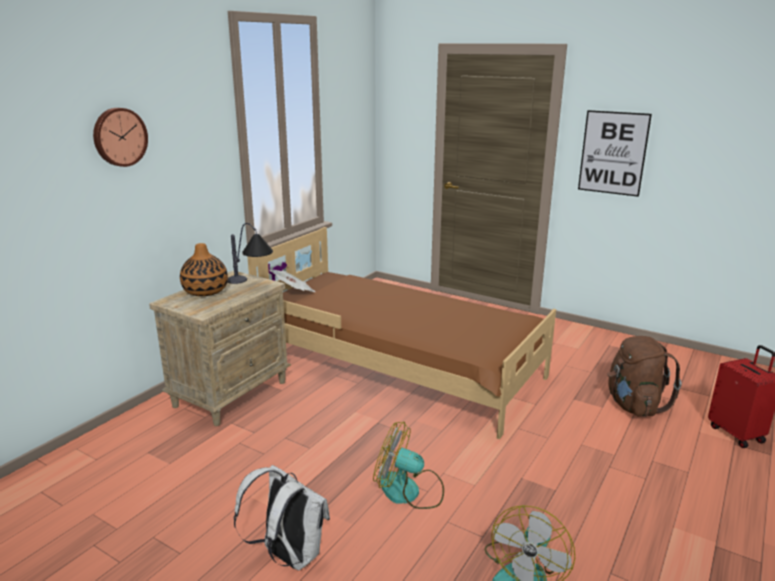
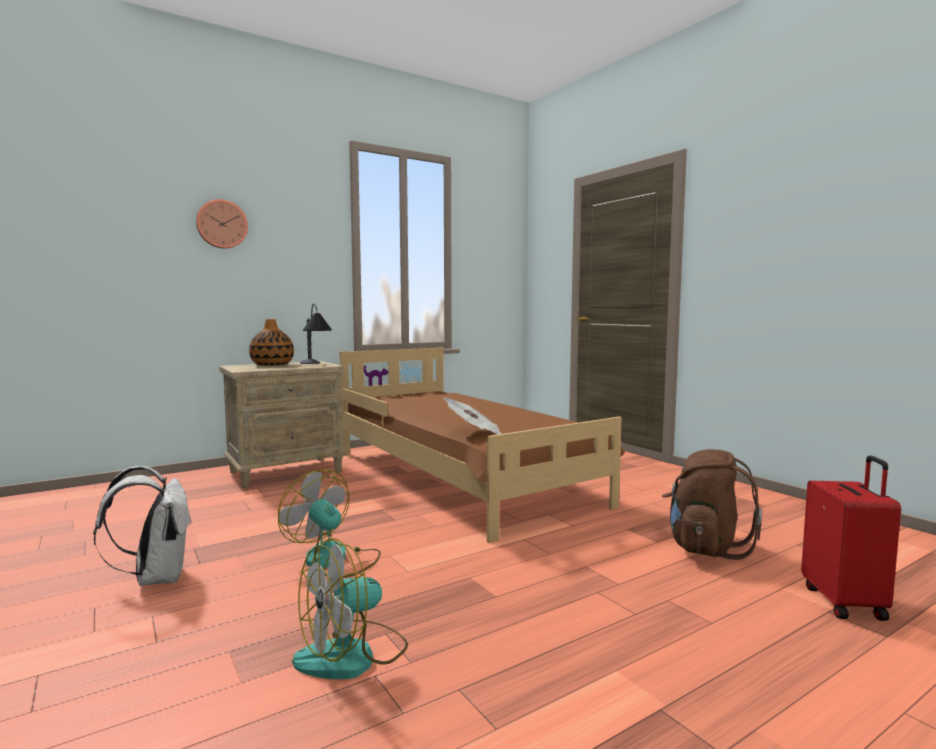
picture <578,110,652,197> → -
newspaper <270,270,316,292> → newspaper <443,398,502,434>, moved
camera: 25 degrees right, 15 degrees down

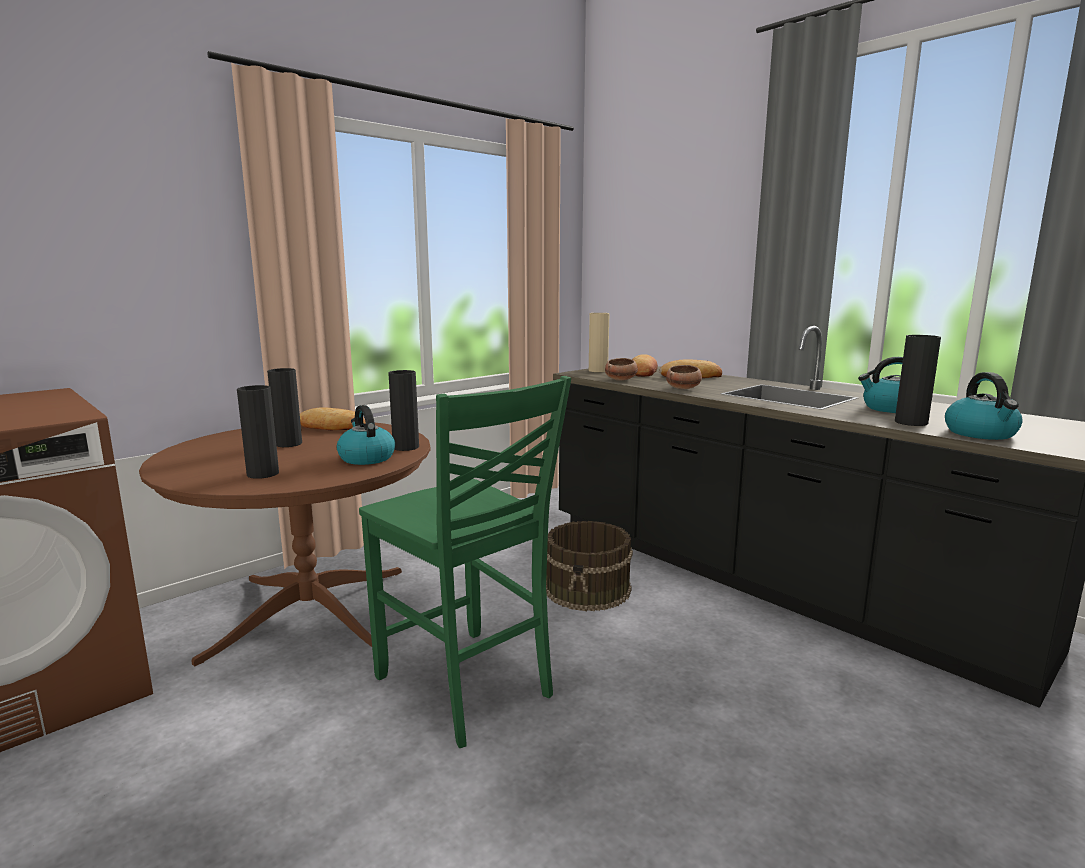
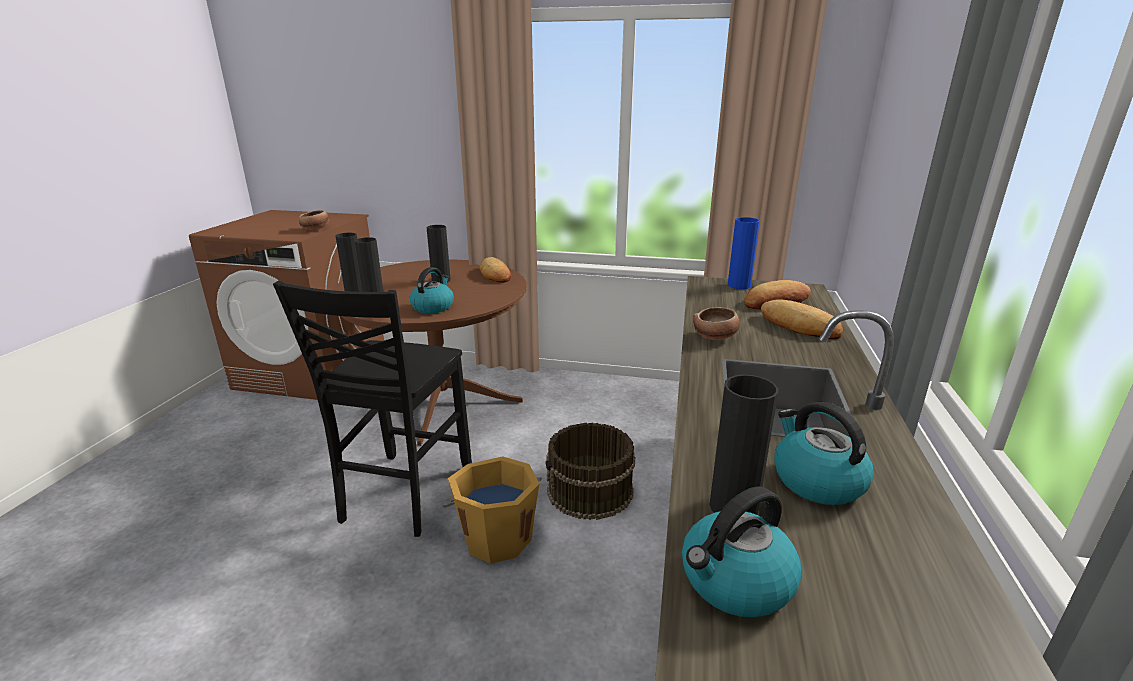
- → orange bucket <441,456,542,564>
black vase <388,370,419,451> → black vase <335,233,362,292>, moved
bowl <605,358,638,381> → bowl <299,210,329,230>, moved
green chair <359,376,571,748> → black chair <273,281,472,537>
beige vase <589,313,609,372> → blue vase <728,217,760,289>
camera: 55 degrees right, 10 degrees up

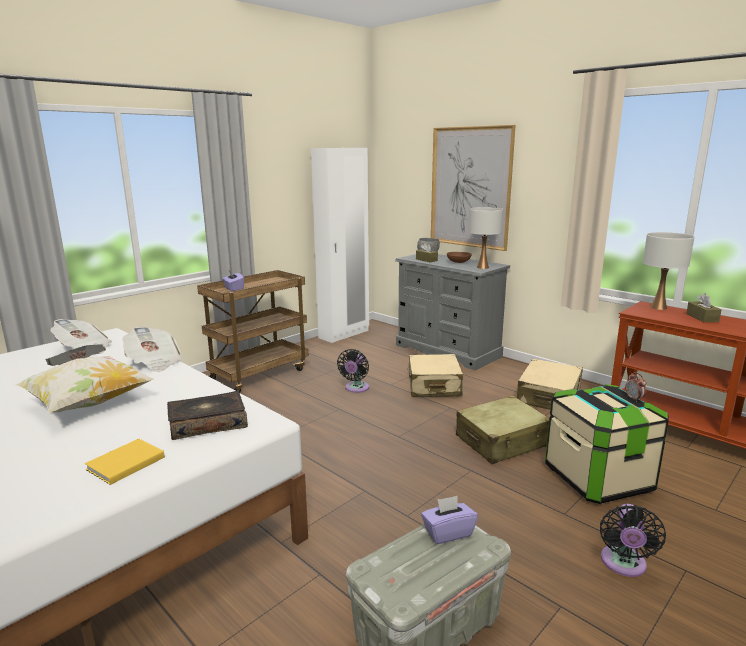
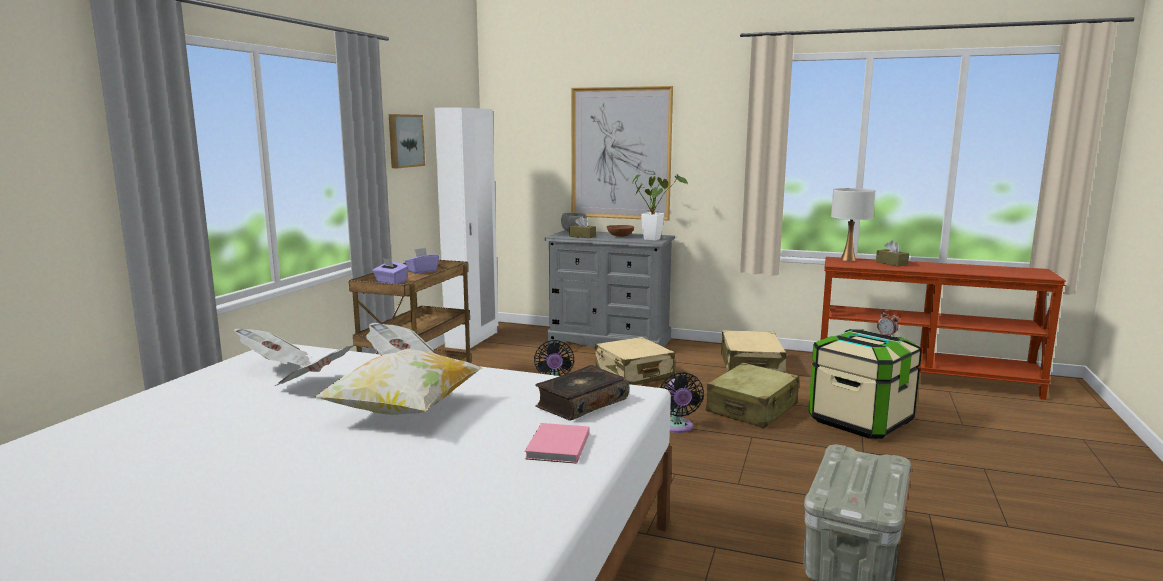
- → picture <389,114,425,168>
purple tissue box <421,496,478,544> → purple tissue box <405,248,439,274>, moved
black fan <600,504,666,577> → black fan <660,372,704,433>, moved
white table lamp <468,207,503,269> → potted plant <632,174,688,241>
yellow book <85,439,165,485> → pink book <525,423,590,464>
camera: 25 degrees left, 5 degrees down

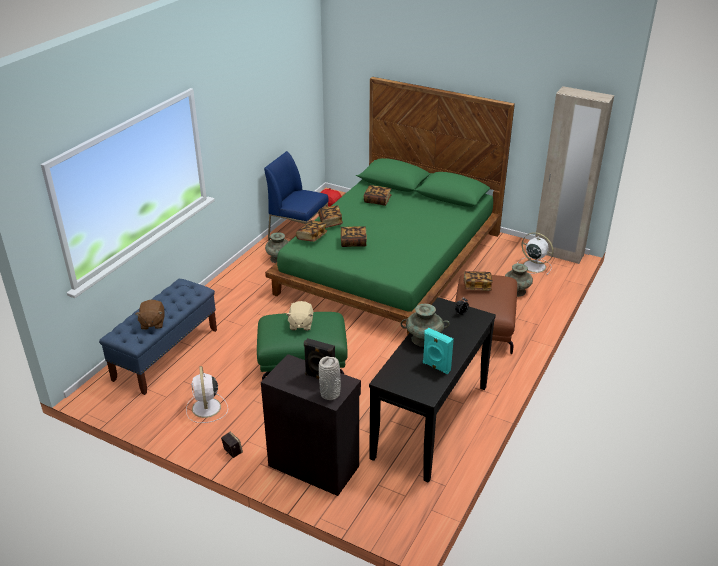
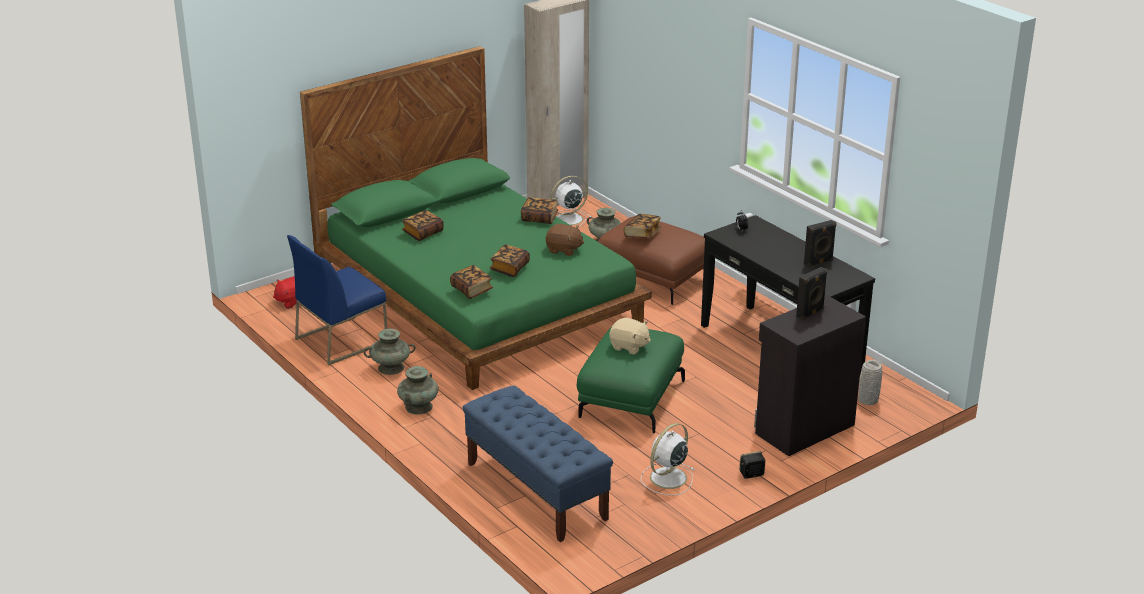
brown plush toy <135,300,164,330> → brown plush toy <546,224,584,256>, moved
book <318,205,343,228> → book <521,197,558,224>, moved
grey vase <319,356,341,400> → grey vase <858,360,882,405>, moved
turquoise vase <401,304,450,347> → turquoise vase <397,366,439,415>, moved
turquoise speaker <423,328,454,375> → black speaker <804,220,837,267>
white fan <186,366,228,423> → white fan <641,423,694,496>, 120 degrees clockwise
camera: 65 degrees left, 5 degrees down

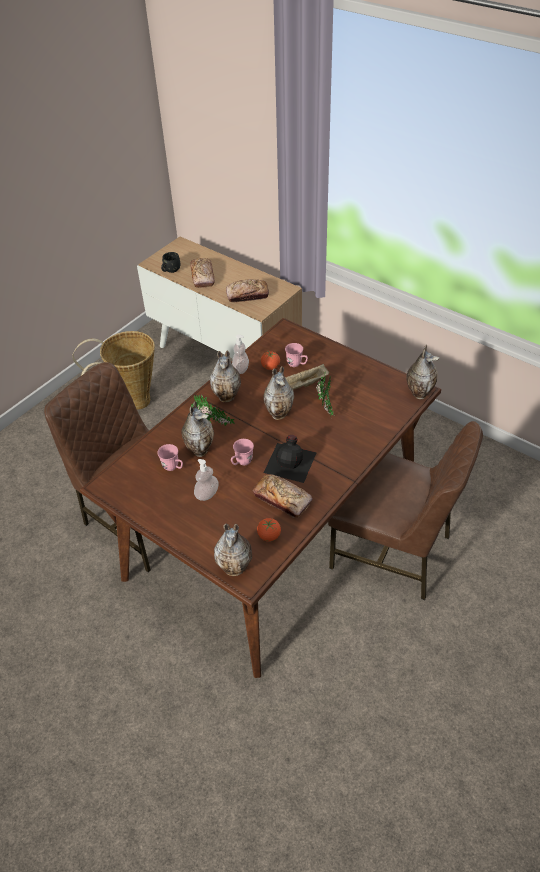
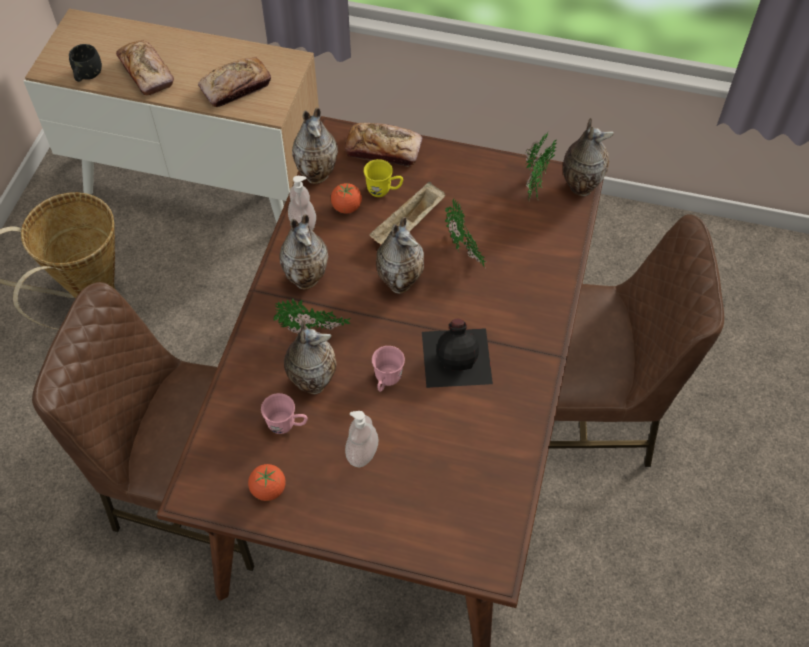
- → potted plant <525,133,557,202>
vase <214,524,252,576> → vase <292,108,338,184>, moved
bread <253,474,313,518> → bread <344,123,422,167>, moved
tomato <257,518,281,542> → tomato <248,464,286,501>, moved
pink mug <285,343,308,367> → yellow mug <364,159,403,197>
camera: 25 degrees left, 10 degrees up

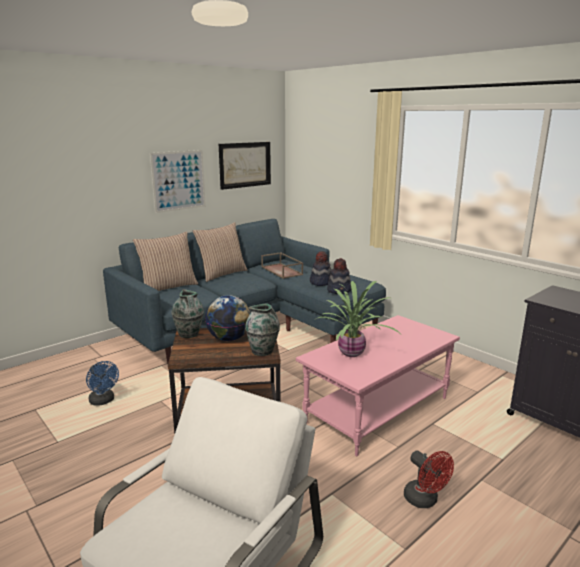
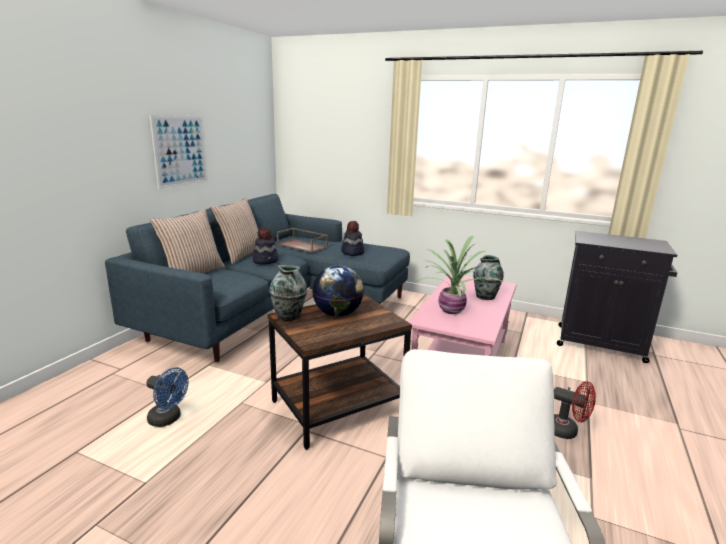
picture <219,142,271,190> → -
vase <245,303,280,356> → vase <473,255,504,300>, moved
hat <327,258,352,294> → hat <253,227,279,265>, moved
camera: 25 degrees left, 0 degrees up

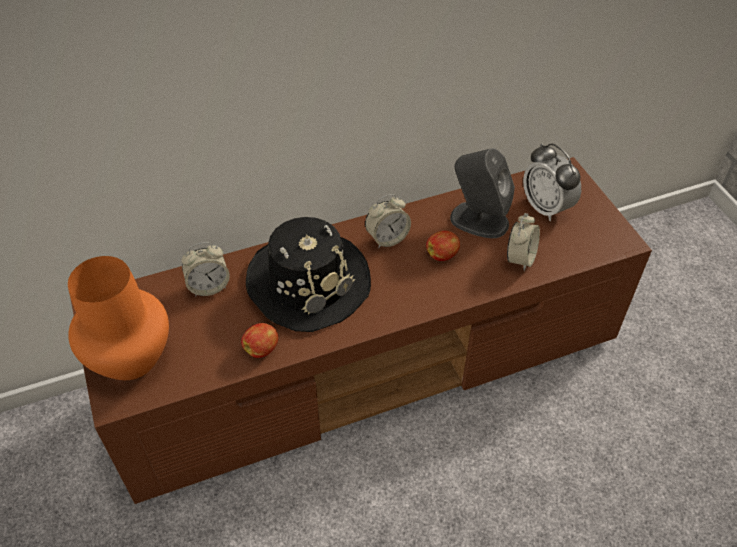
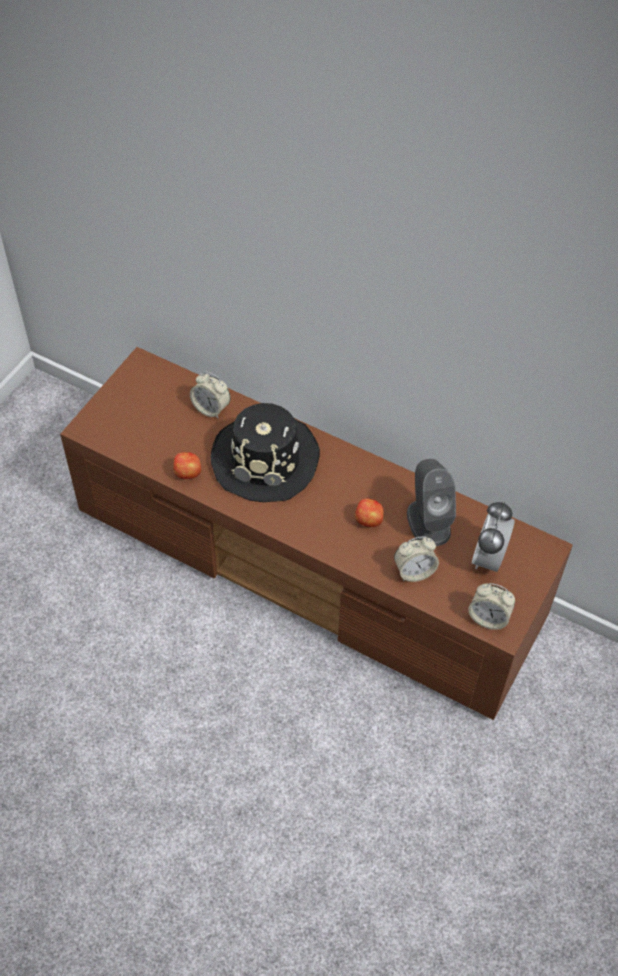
orange vase <68,256,169,380> → -
alarm clock <365,194,411,249> → alarm clock <468,583,515,630>, moved
camera: 50 degrees right, 5 degrees up

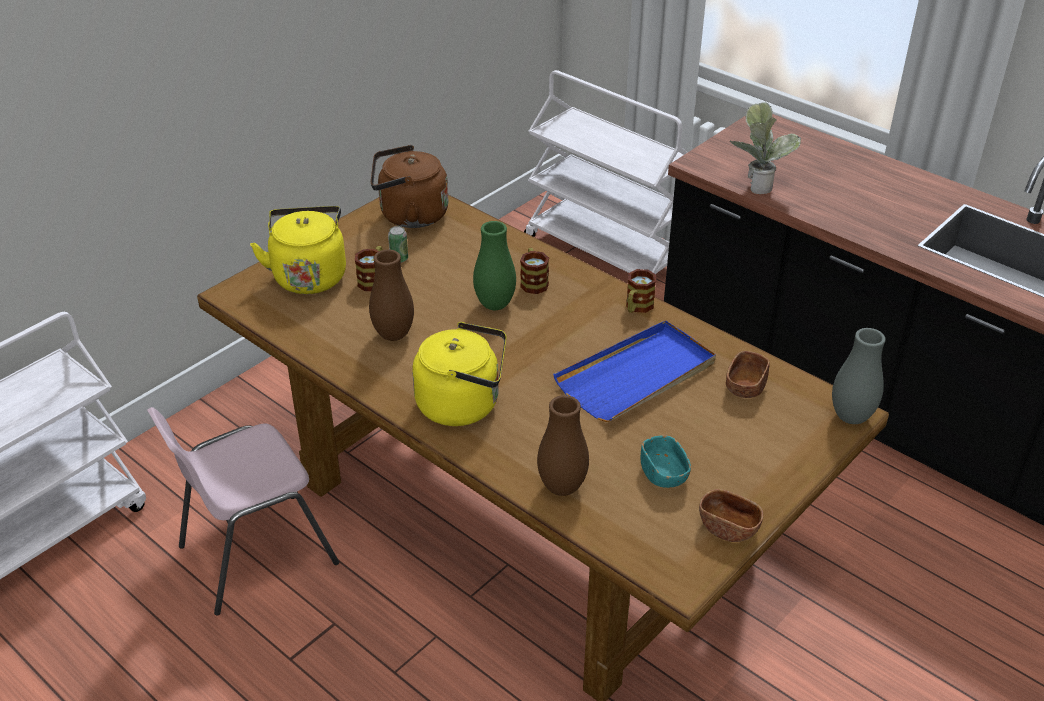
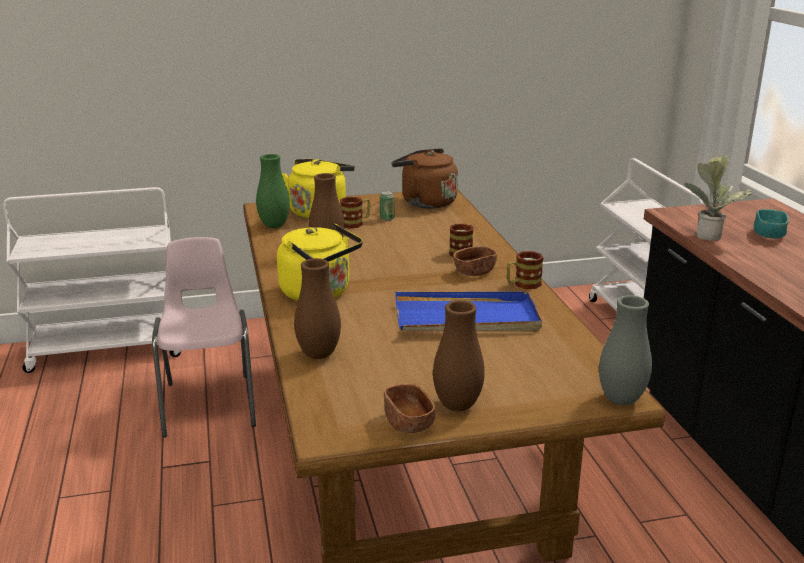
- → brown vase <433,300,485,411>
green vase <473,221,516,310> → green vase <256,154,290,228>, moved
turquoise bowl <641,435,691,488> → turquoise bowl <754,209,789,238>, moved
brown bowl <726,351,770,398> → brown bowl <453,246,497,276>, moved
pink chair <147,407,339,616> → pink chair <152,237,256,437>, 75 degrees clockwise
camera: 35 degrees right, 15 degrees down

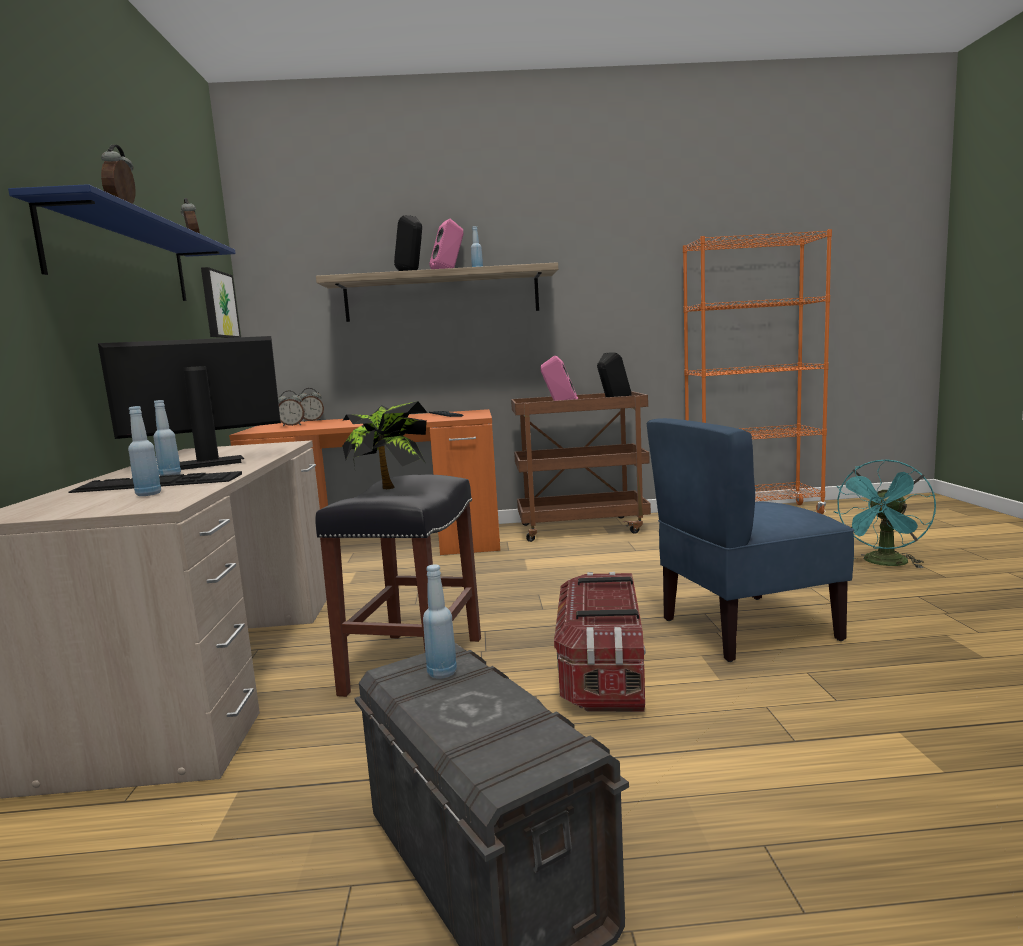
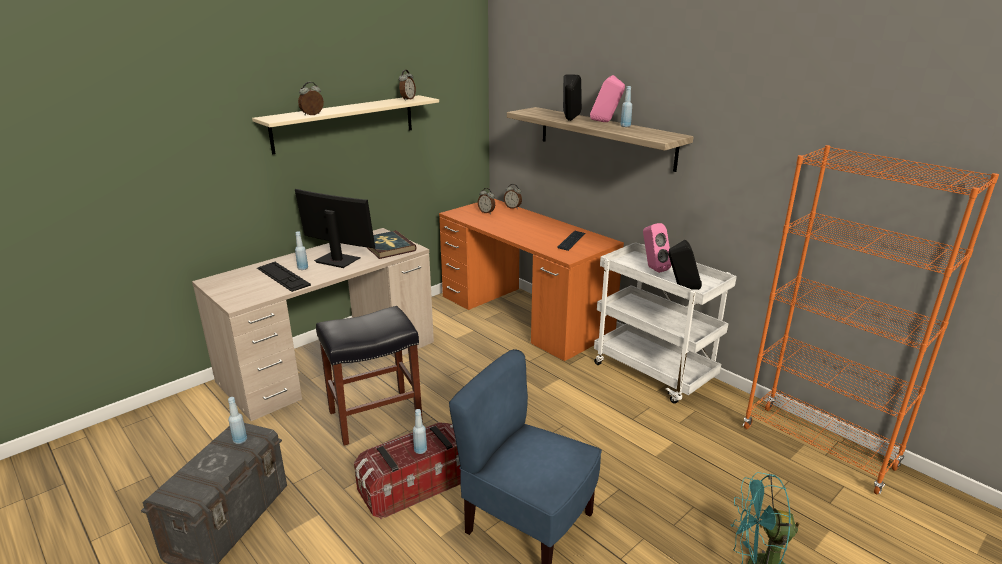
picture <201,267,241,338> → -
potted plant <342,401,427,489> → -
- → book <366,231,417,259>
blue bottle <128,406,161,496> → blue bottle <413,409,427,454>, moved
blue shelf <8,184,236,301> → beige shelf <252,95,439,154>
brown cart <511,391,651,542> → white cart <594,242,737,404>
camera: 50 degrees right, 15 degrees up

